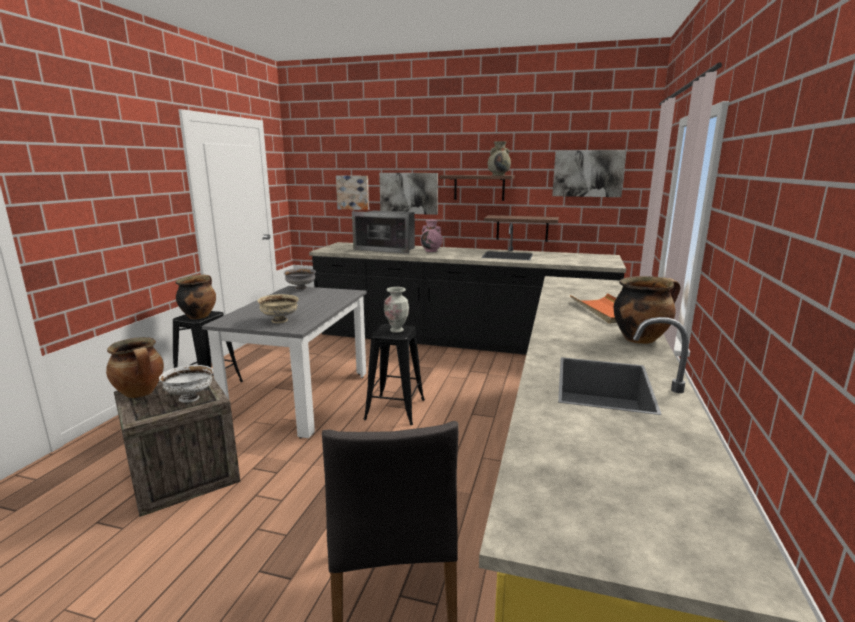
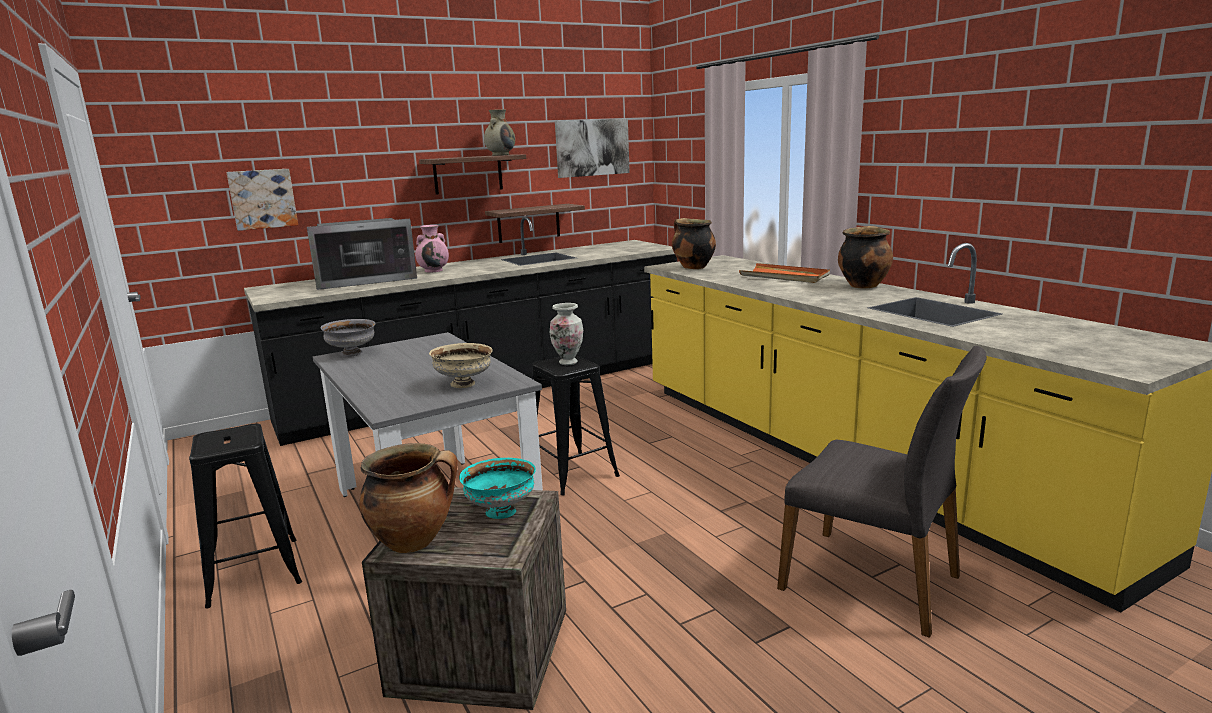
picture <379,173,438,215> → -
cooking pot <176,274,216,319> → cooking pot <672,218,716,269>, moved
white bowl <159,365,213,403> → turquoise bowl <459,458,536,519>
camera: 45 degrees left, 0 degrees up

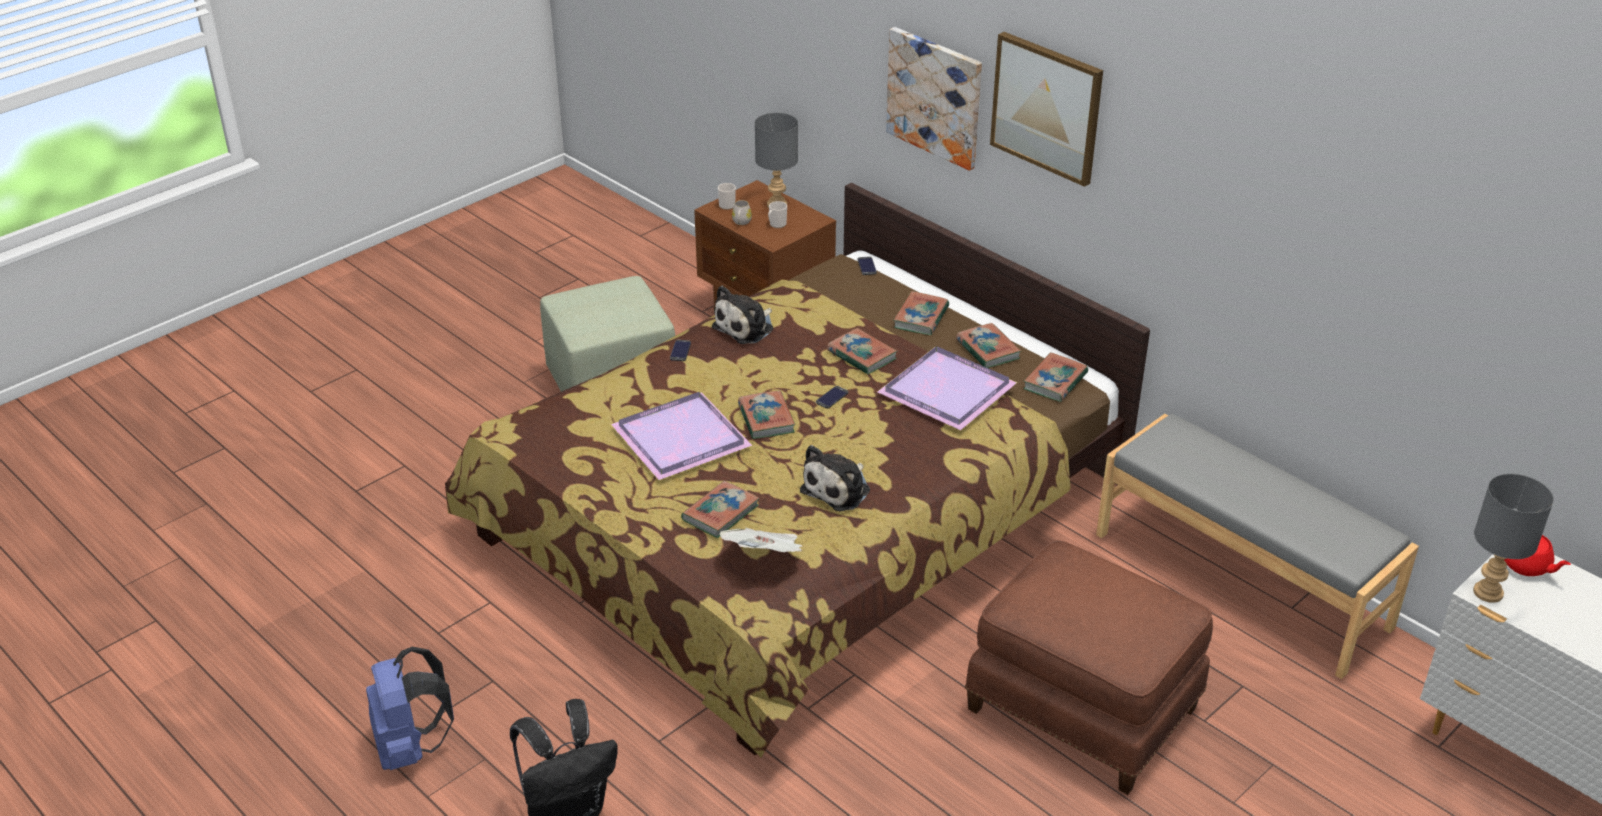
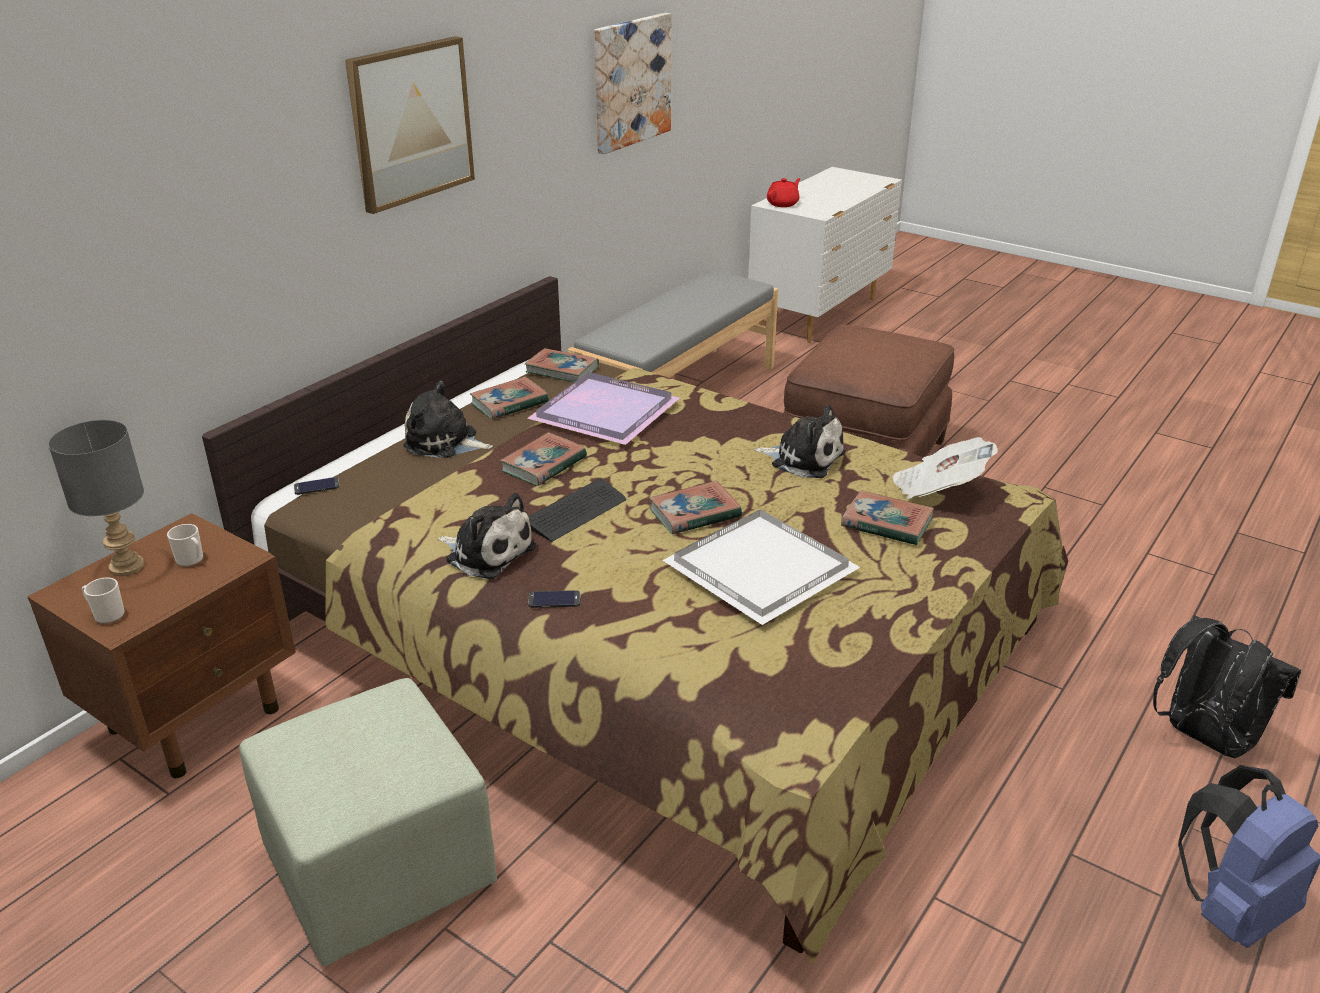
white mug <732,200,752,225> → -
phone <816,386,848,408> → -
grey table lamp <1473,474,1554,603> → -
- → keyboard <528,478,626,541>
picture <886,27,982,171> → picture <594,13,671,154>, moved
book <893,291,949,335> → plush toy <403,381,493,458>
purple tray <611,392,753,480> → white tray <662,509,860,625>
camera: 100 degrees left, 5 degrees down

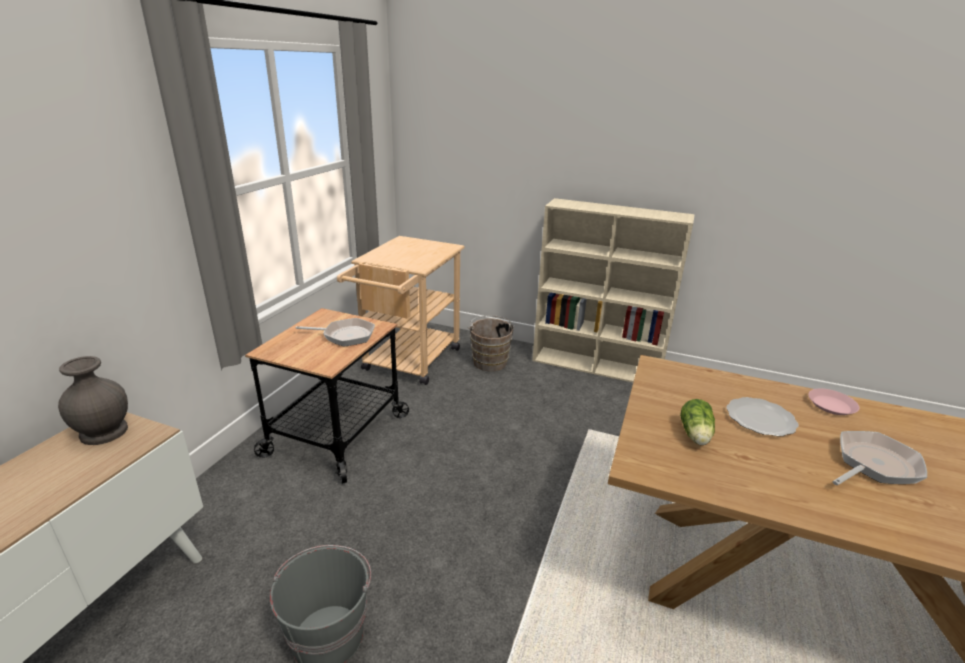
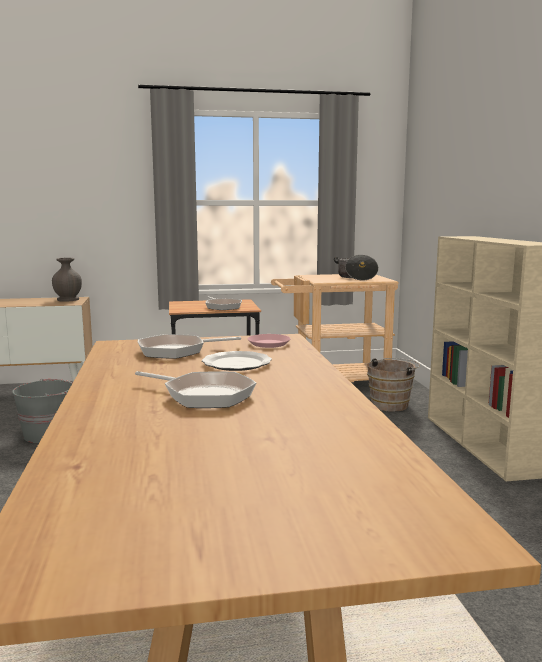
- → cooking pot <334,255,378,281>
pink plate <808,389,860,415> → pink plate <248,334,291,348>, moved
lettuce <680,399,715,445> → frying pan <138,334,241,359>
camera: 60 degrees right, 15 degrees down

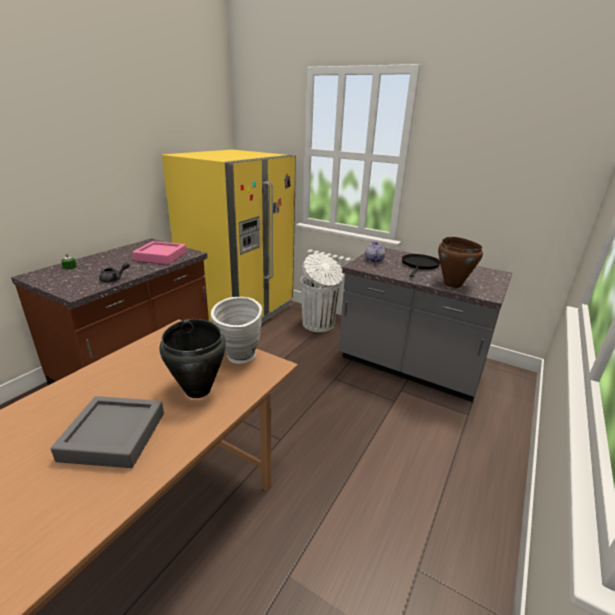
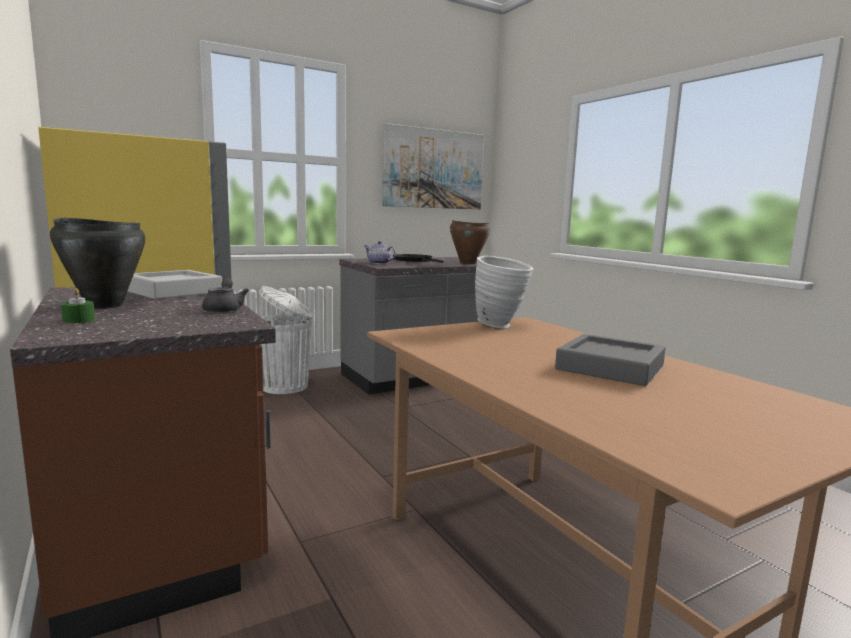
- → picture <382,123,484,209>
black cooking pot <159,319,226,398> → black cooking pot <50,217,145,309>, moved
pink tray <132,241,187,264> → grey tray <127,270,222,299>
camera: 60 degrees left, 15 degrees down

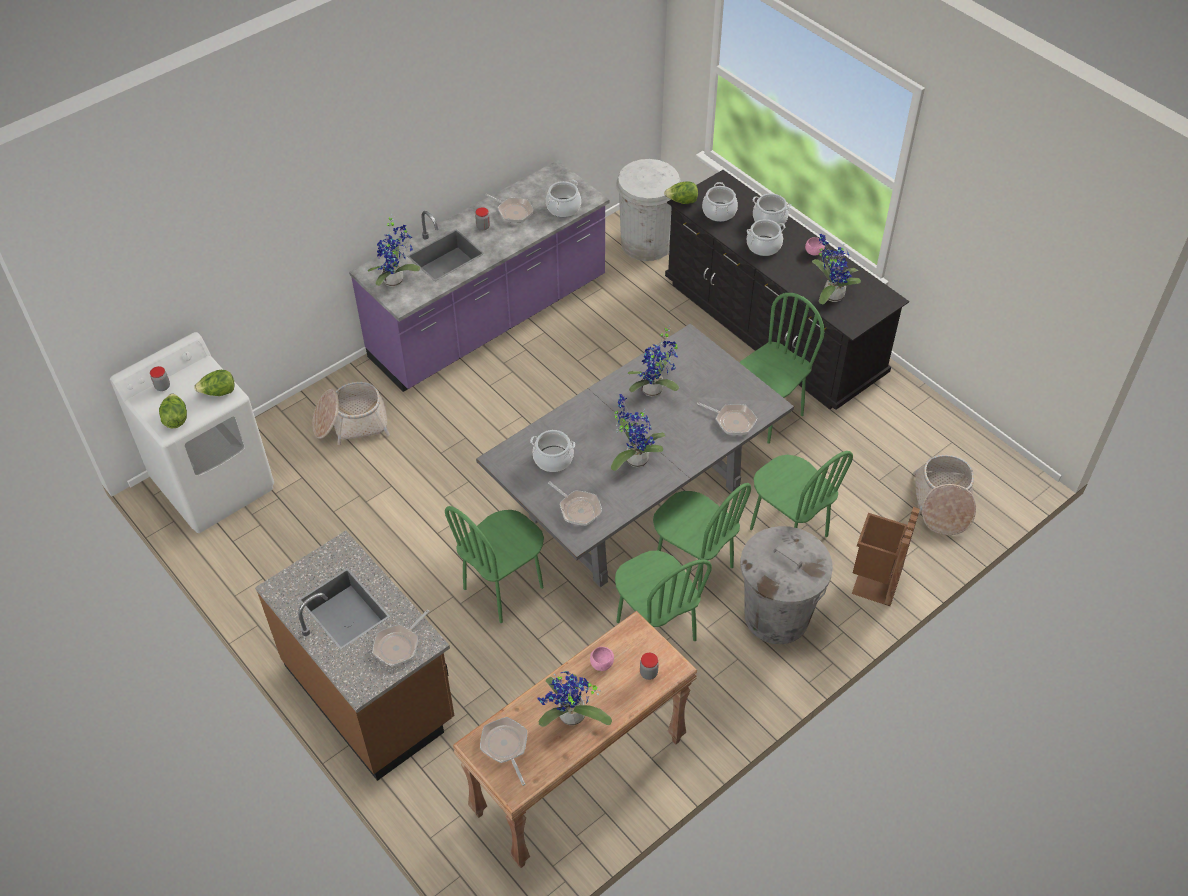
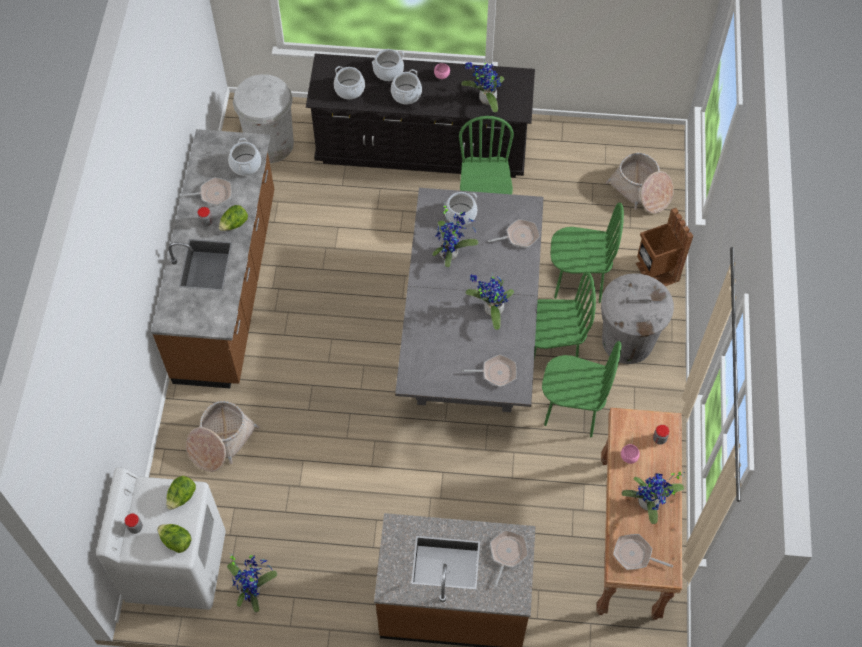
green chair <445,506,544,623> → -
potted plant <368,214,421,287> → potted plant <227,553,277,612>, moved
cooking pot <530,430,575,472> → cooking pot <444,192,477,226>, moved
lettuce <664,181,698,204> → lettuce <219,205,248,231>, moved
purple counter <349,160,610,392> → brown counter <151,129,274,388>
frying pan <372,609,429,666> → frying pan <490,530,528,587>, 150 degrees counterclockwise
camera: 45 degrees left, 10 degrees up

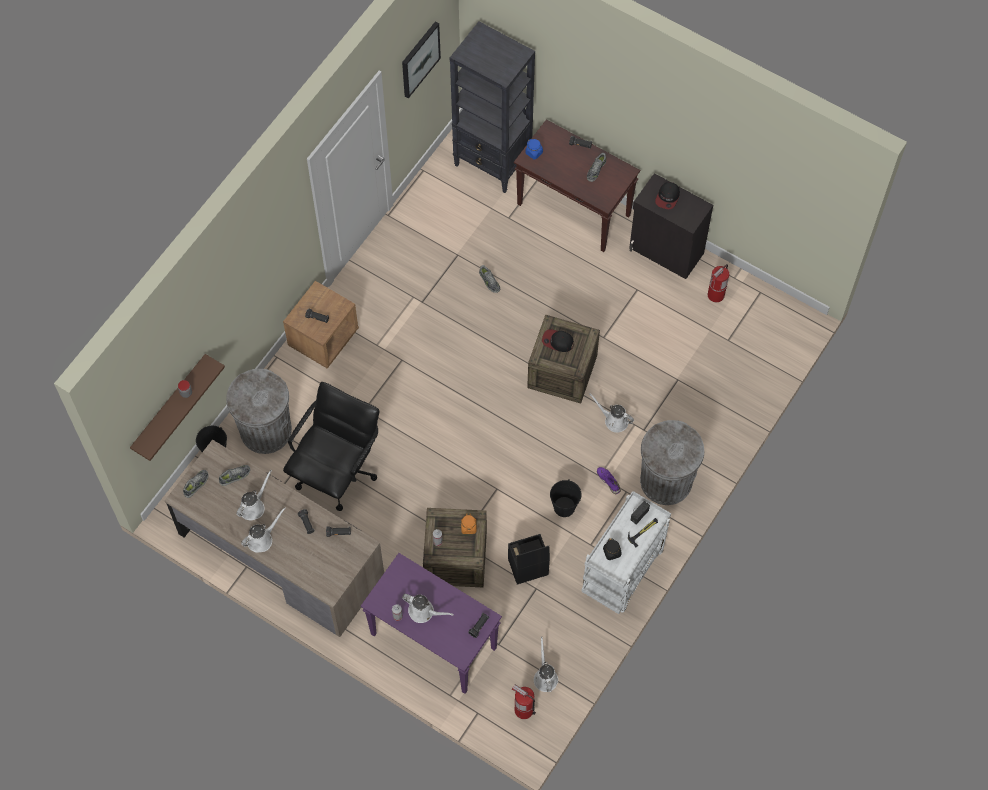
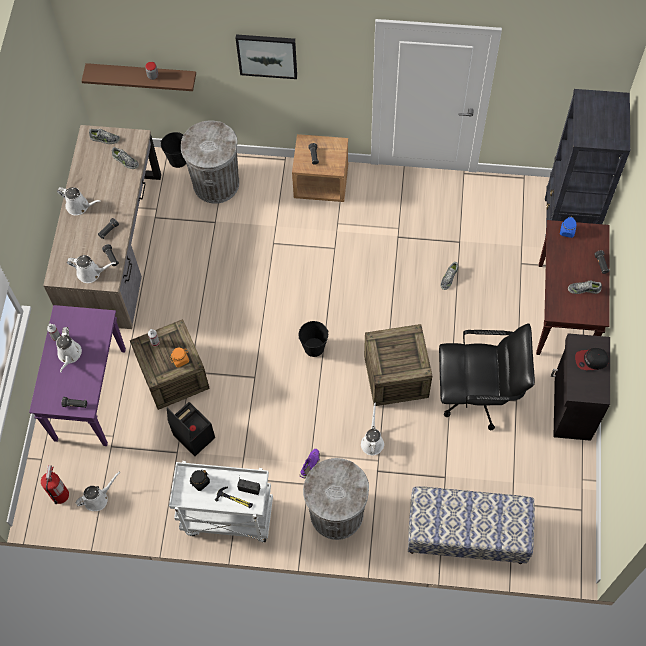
cap <542,329,574,352> → -
fire extinguisher <708,264,729,302> → -
- → bench <408,487,535,564>
white watering can <236,470,272,520> → white watering can <67,255,116,283>, moved
black office chair <283,382,379,511> → black office chair <439,323,535,430>, moved
picture <402,21,441,99> → picture <236,34,297,79>, moved
black bucket <550,479,582,517> → black bucket <299,321,328,357>, moved
camera: 65 degrees right, 0 degrees up

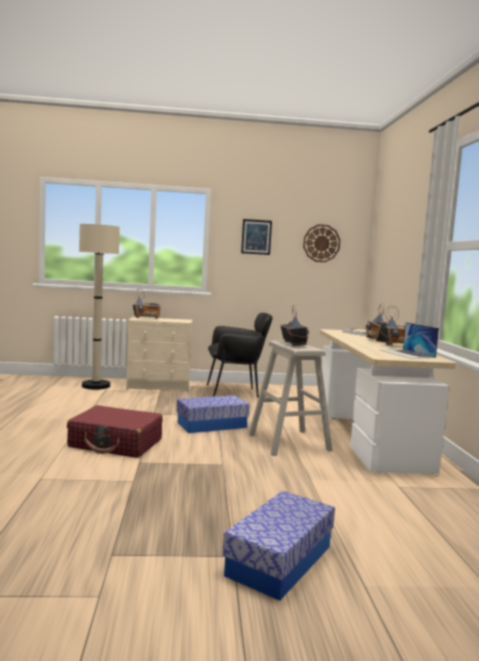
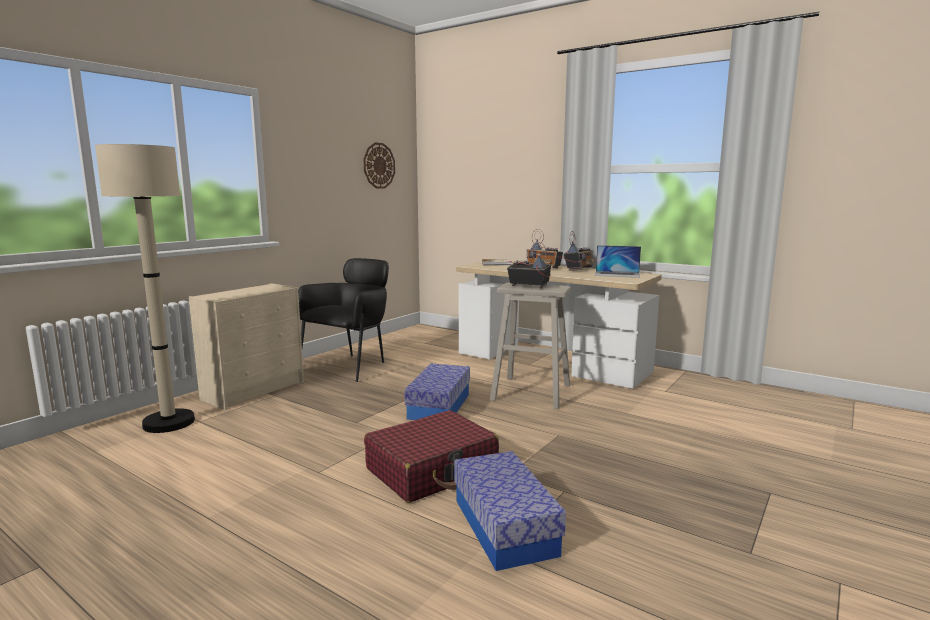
radio <133,289,161,318> → -
picture <241,219,272,255> → -
storage box <222,491,335,601> → storage box <454,451,566,571>, moved
camera: 50 degrees left, 5 degrees up

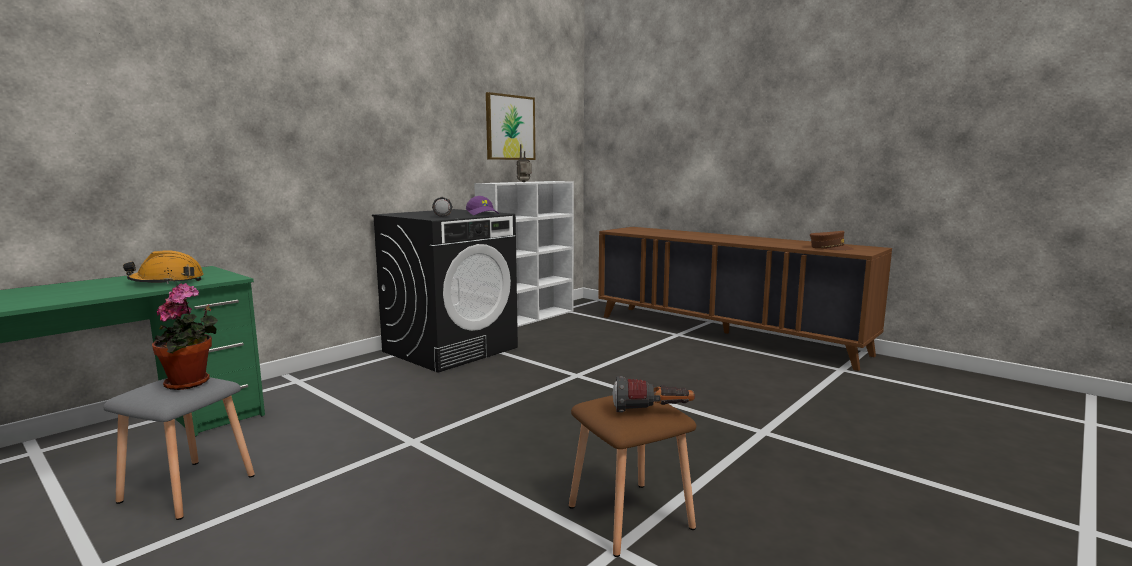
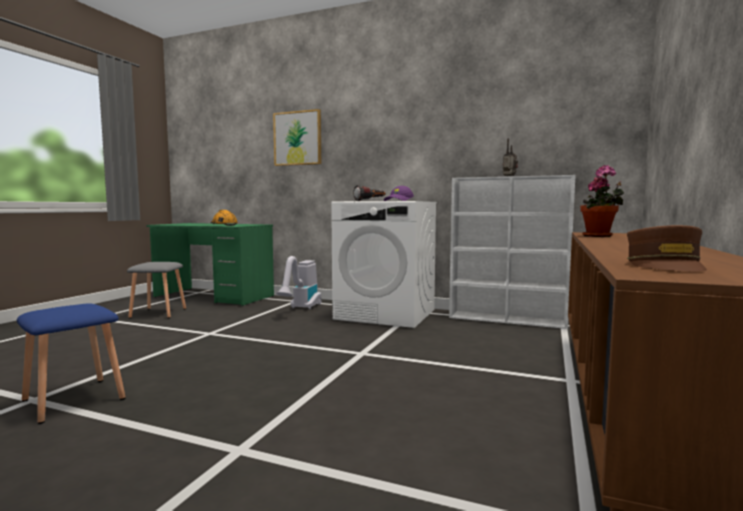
flashlight <613,376,695,413> → -
- → vacuum cleaner <276,256,321,309>
potted plant <152,283,218,390> → potted plant <580,165,624,237>, moved
picture <486,92,535,160> → picture <273,109,321,166>, moved
black washing machine <372,209,518,373> → white washing machine <331,201,437,328>
brown stool <569,395,696,557> → blue stool <17,304,126,424>
camera: 70 degrees right, 5 degrees down

